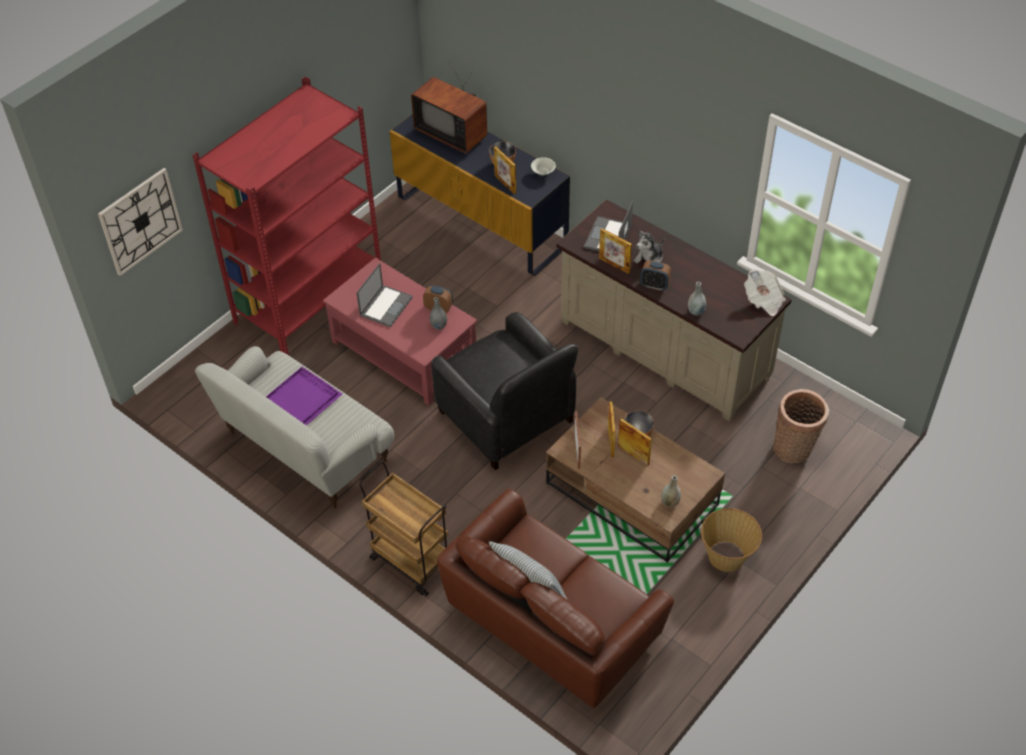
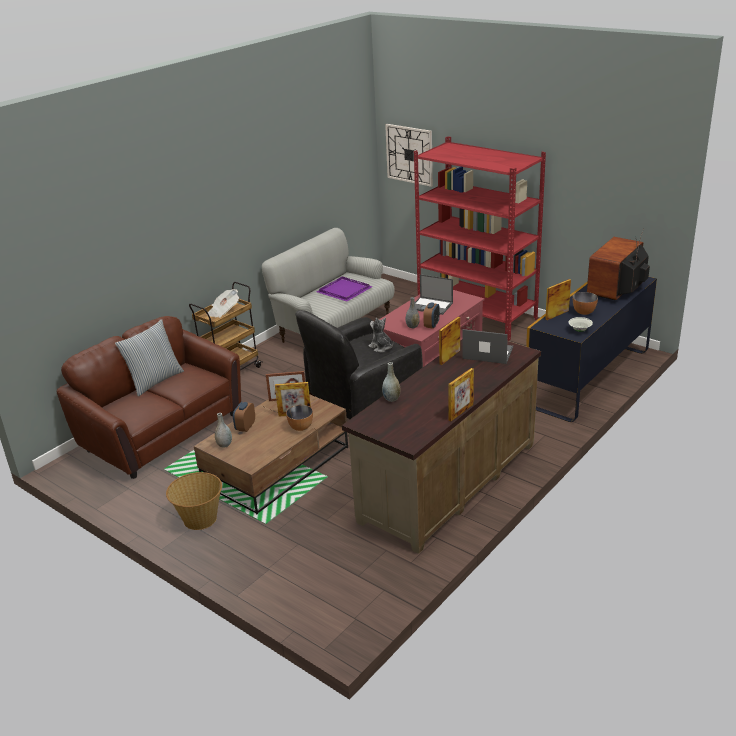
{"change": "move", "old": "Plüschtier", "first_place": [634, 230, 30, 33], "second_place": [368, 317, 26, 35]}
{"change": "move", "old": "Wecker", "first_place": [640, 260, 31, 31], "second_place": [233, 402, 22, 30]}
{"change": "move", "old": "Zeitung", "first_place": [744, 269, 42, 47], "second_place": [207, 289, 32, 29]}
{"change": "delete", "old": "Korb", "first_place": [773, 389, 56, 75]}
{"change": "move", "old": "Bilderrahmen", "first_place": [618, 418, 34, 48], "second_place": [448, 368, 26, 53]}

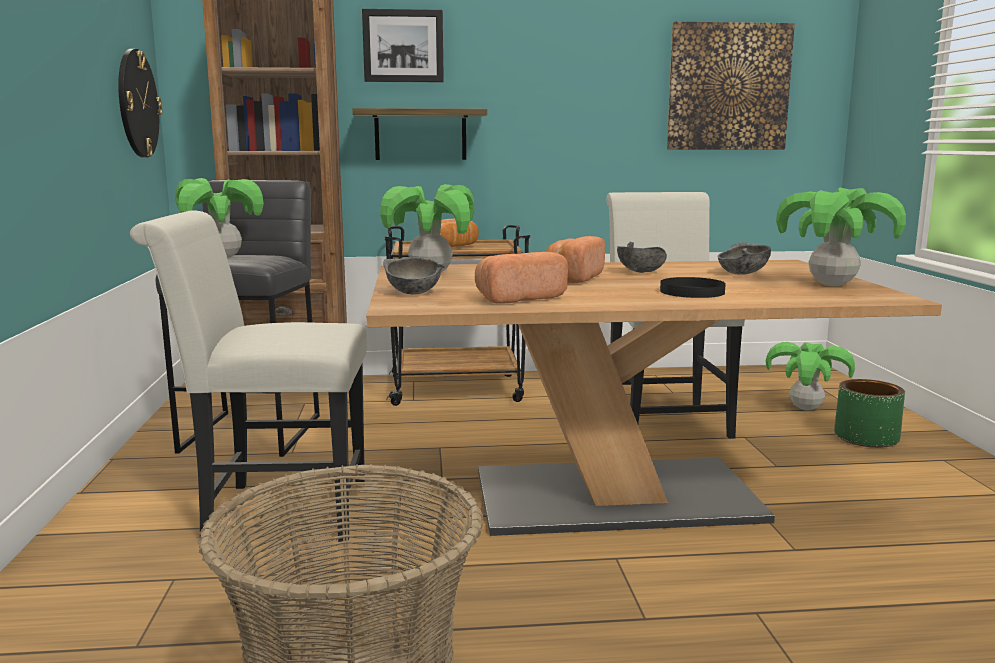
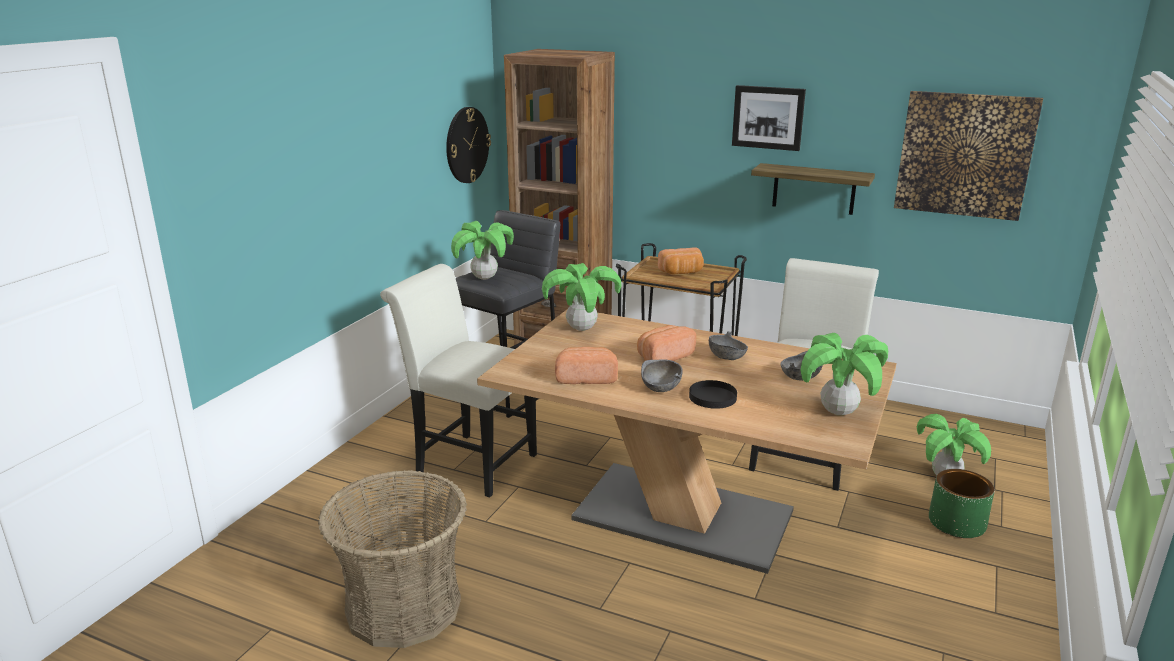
{"change": "move", "old": "Bild", "first_place": [362, 9, 82, 73], "second_place": [732, 85, 74, 66]}
{"change": "move", "old": "Wandregal", "first_place": [352, 108, 135, 52], "second_place": [751, 163, 124, 52]}
{"change": "move", "old": "Schüssel [grau]", "first_place": [383, 258, 62, 36], "second_place": [641, 359, 41, 33]}

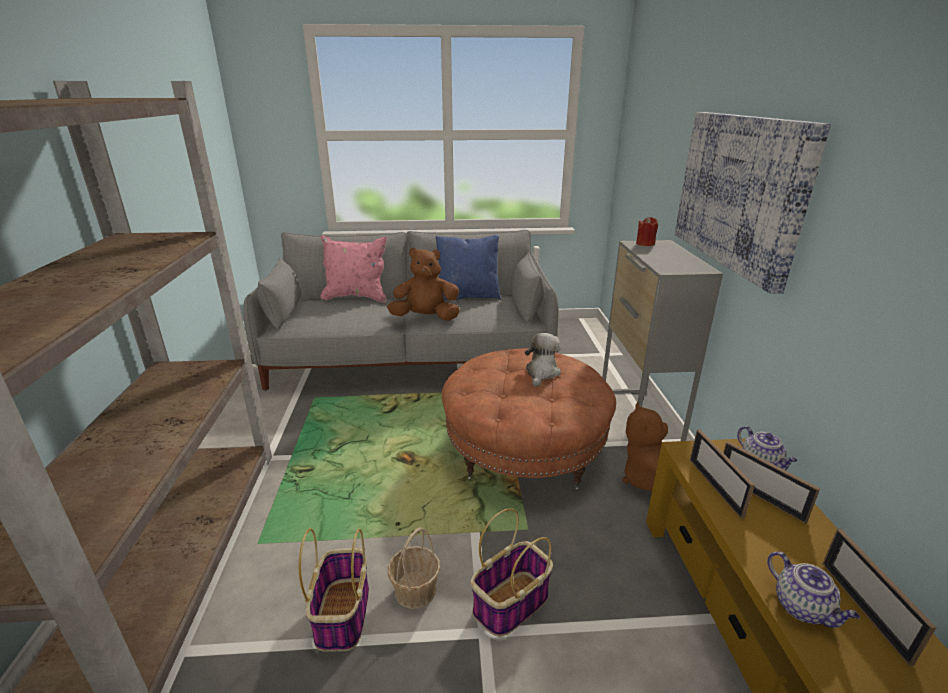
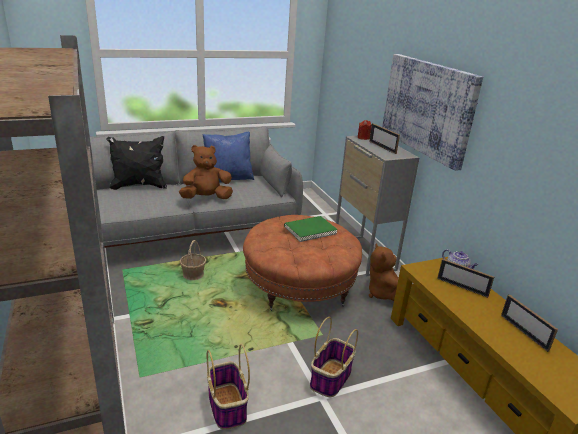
{"change": "recolor", "old": "Kissen [rosa]", "new": "Kissen [schwarz]", "first_place": [320, 235, 67, 68], "second_place": [107, 136, 60, 54]}
{"change": "replace", "old": "Plüschtier", "new": "Buch [grün]", "first_place": [525, 333, 36, 54], "second_place": [284, 216, 54, 26]}
{"change": "move", "old": "Bilderrahmen", "first_place": [690, 429, 65, 90], "second_place": [369, 123, 31, 31]}
{"change": "move", "old": "Korb", "first_place": [388, 527, 52, 82], "second_place": [180, 240, 26, 40]}
{"change": "delete", "old": "Teekanne", "first_place": [767, 551, 93, 77]}

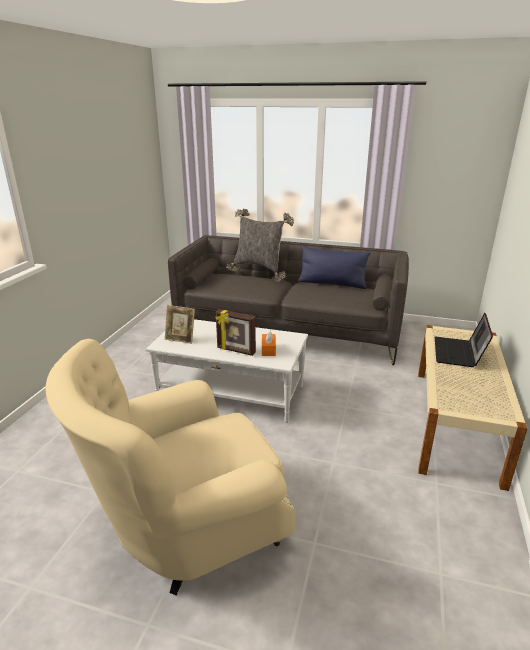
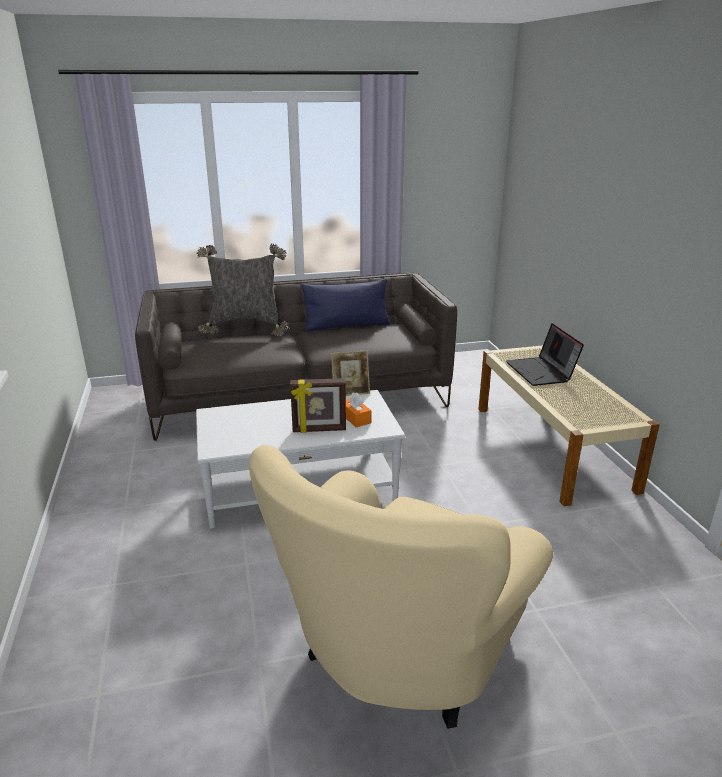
{"change": "move", "old": "Bilderrahmen", "first_place": [165, 305, 30, 39], "second_place": [331, 350, 39, 46]}

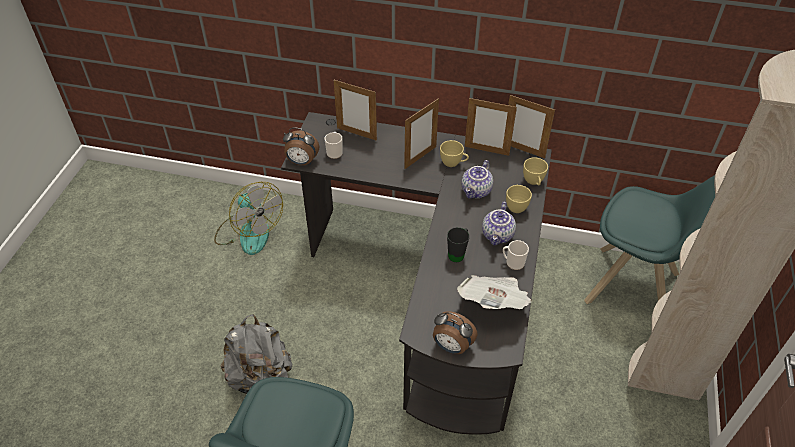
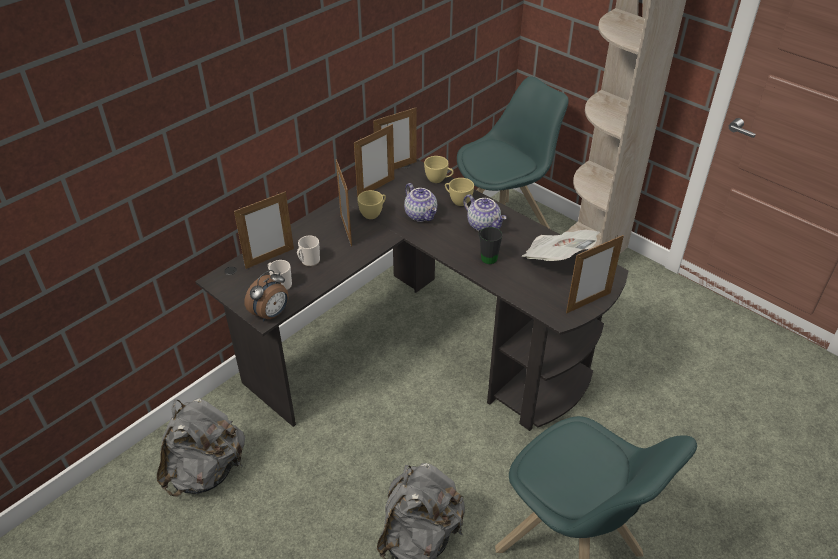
{"change": "replace", "old": "Ventilator", "new": "Rucksack [grau]", "first_place": [214, 182, 69, 73], "second_place": [157, 399, 88, 98]}
{"change": "move", "old": "Henkelbecher", "first_place": [503, 240, 26, 30], "second_place": [297, 235, 23, 31]}
{"change": "replace", "old": "Wecker", "new": "Bilderrahmen", "first_place": [433, 311, 45, 43], "second_place": [566, 235, 58, 79]}

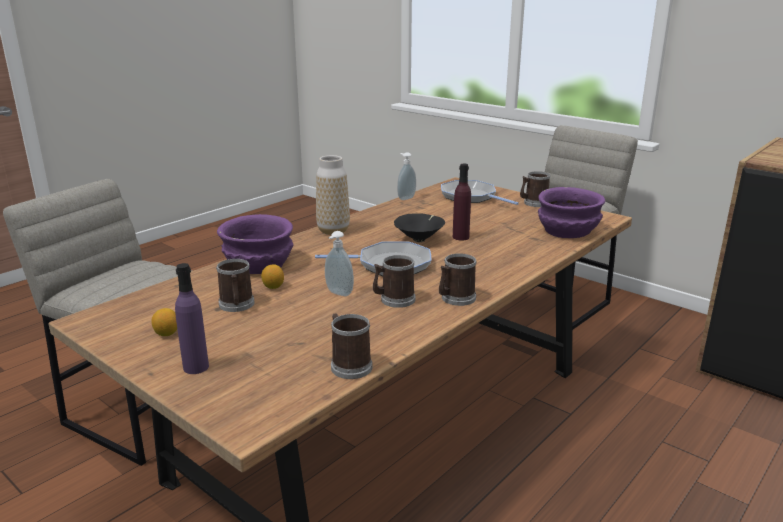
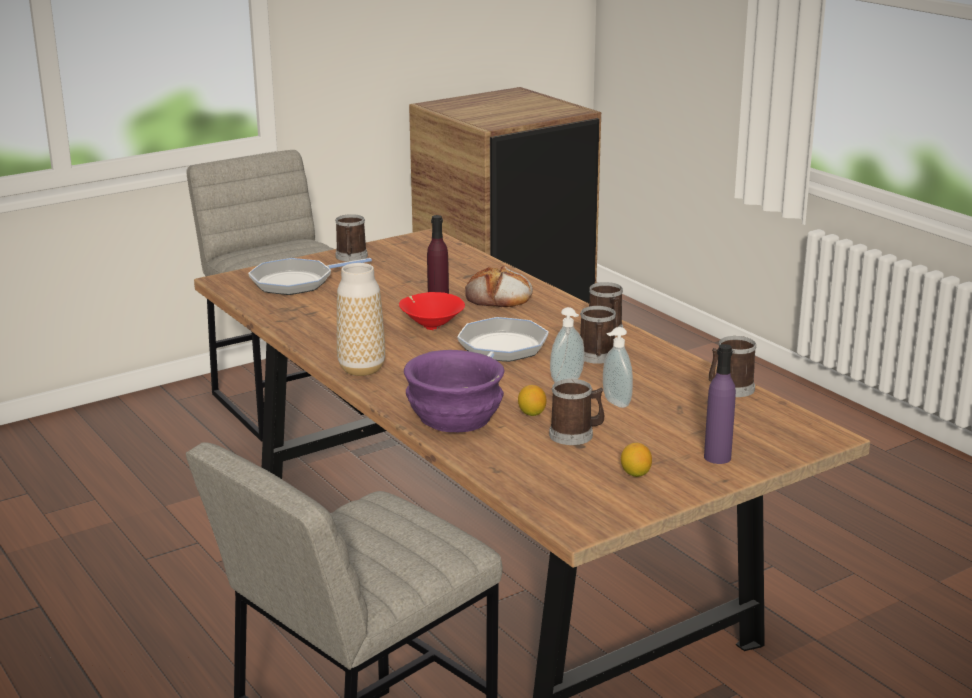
{"change": "move", "old": "Seifenspender", "first_place": [397, 152, 19, 48], "second_place": [603, 327, 30, 81]}
{"change": "delete", "old": "Schüssel [lila]", "first_place": [538, 187, 67, 51]}
{"change": "recolor", "old": "Schüssel [schwarz]", "new": "Schüssel [rot]", "first_place": [394, 213, 51, 29], "second_place": [399, 292, 66, 38]}
{"change": "insert", "new": "Brot", "second_place": [465, 266, 68, 41]}

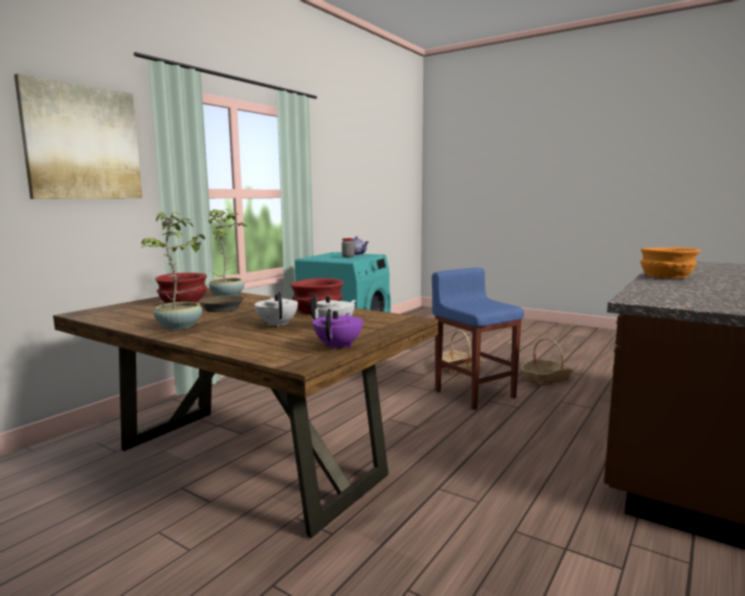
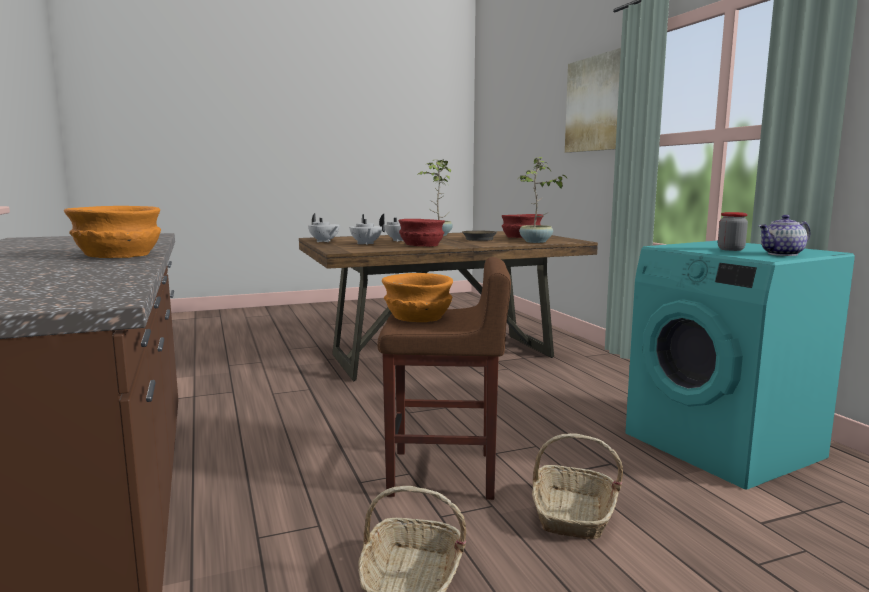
{"change": "recolor", "old": "Hocker [blau]", "new": "Hocker [braun]", "first_place": [432, 268, 92, 142], "second_place": [377, 257, 134, 243]}
{"change": "recolor", "old": "Teekanne [lila]", "new": "Teekanne [weiß]", "first_place": [313, 309, 50, 41], "second_place": [308, 213, 32, 29]}
{"change": "insert", "new": "Schüssel [orange]", "second_place": [382, 273, 71, 49]}

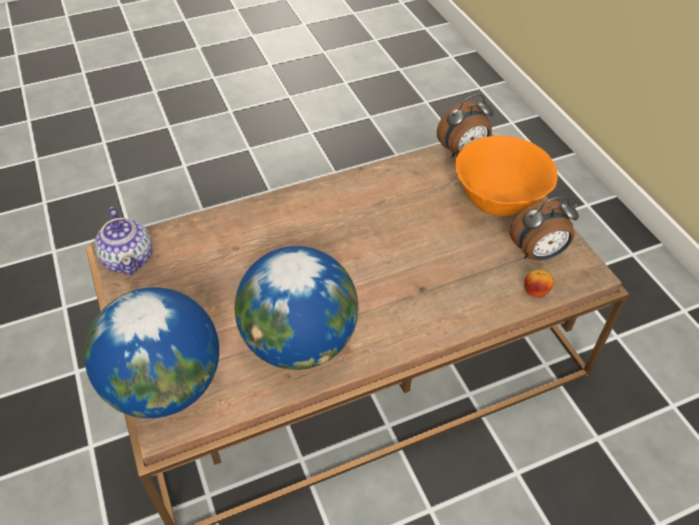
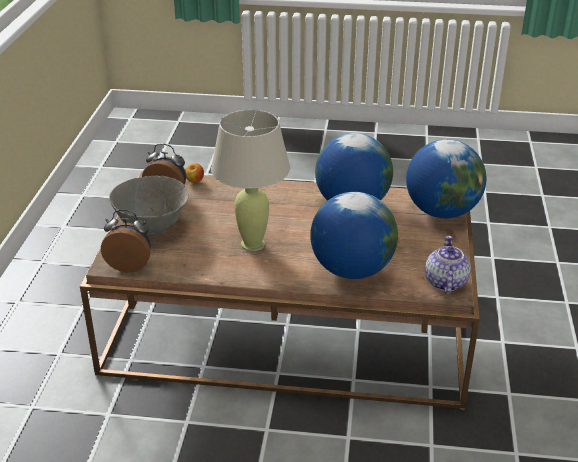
{"change": "recolor", "old": "Schüssel [orange]", "new": "Schüssel [grau]", "first_place": [455, 135, 103, 81], "second_place": [109, 175, 80, 60]}
{"change": "insert", "new": "Tischlampe [beige]", "second_place": [211, 109, 79, 142]}
{"change": "insert", "new": "Globus", "second_place": [310, 192, 88, 87]}

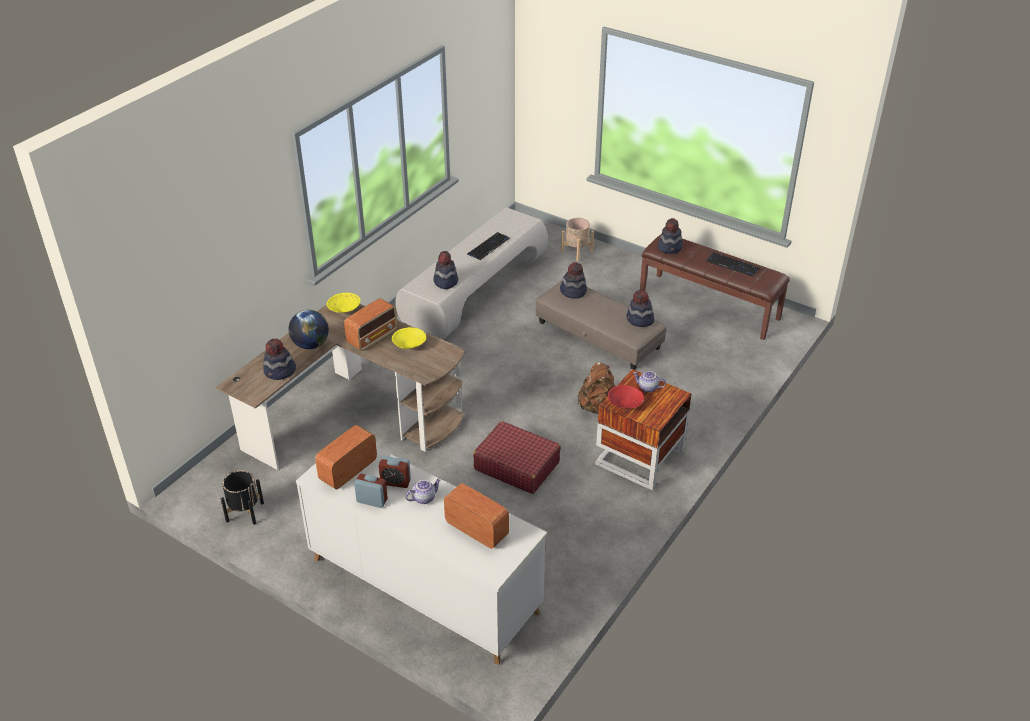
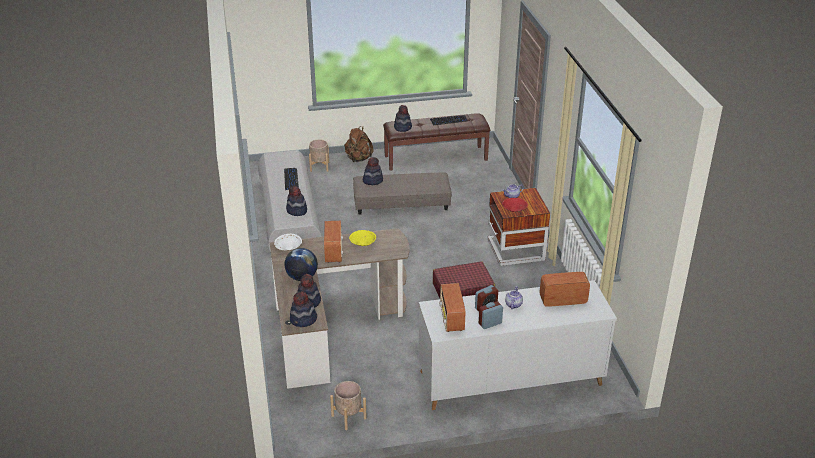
{"change": "move", "old": "Hut", "first_place": [627, 290, 27, 37], "second_place": [290, 291, 27, 36]}
{"change": "recolor", "old": "Schüssel [gelb]", "new": "Schüssel [weiß]", "first_place": [326, 293, 35, 20], "second_place": [274, 234, 28, 17]}
{"change": "move", "old": "Rucksack [braun]", "first_place": [578, 362, 38, 52], "second_place": [344, 126, 29, 37]}
{"change": "recolor", "old": "Pflanzkübel [schwarz]", "new": "Pflanzkübel [beige]", "first_place": [221, 470, 43, 55], "second_place": [330, 381, 37, 49]}

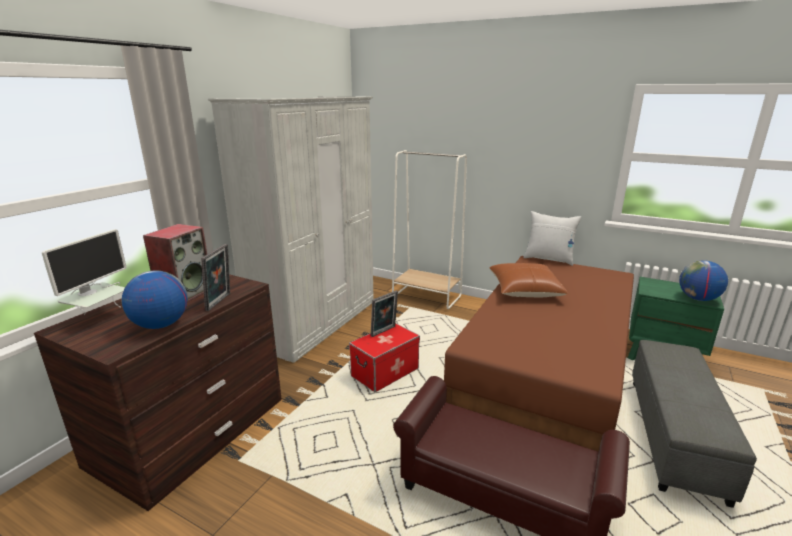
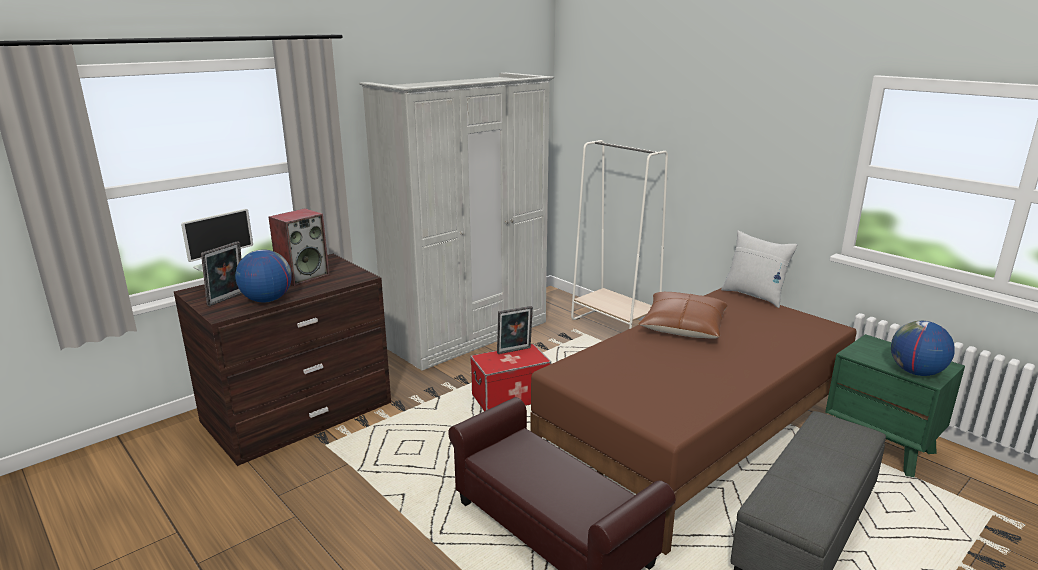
{"change": "move", "old": "Bilderrahmen", "first_place": [201, 244, 29, 67], "second_place": [201, 241, 41, 66]}

